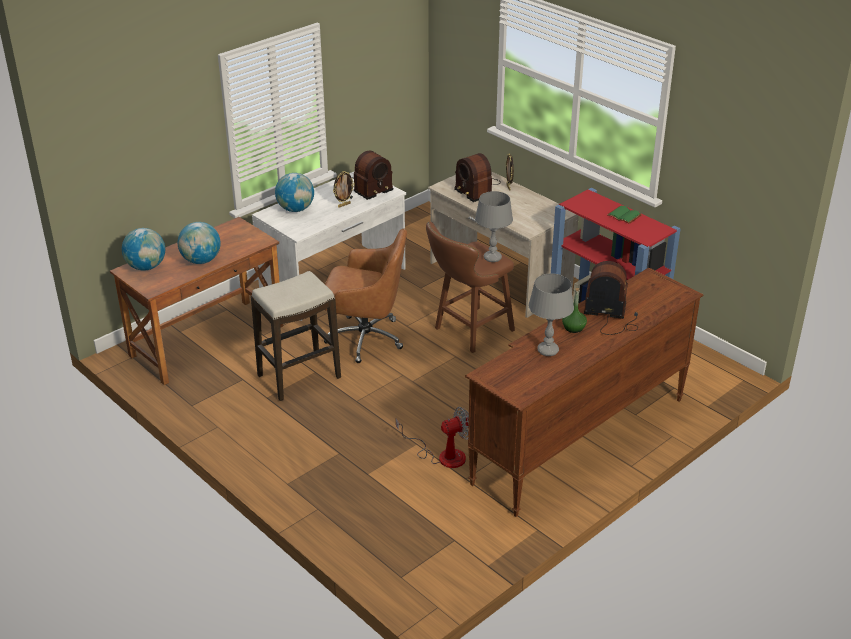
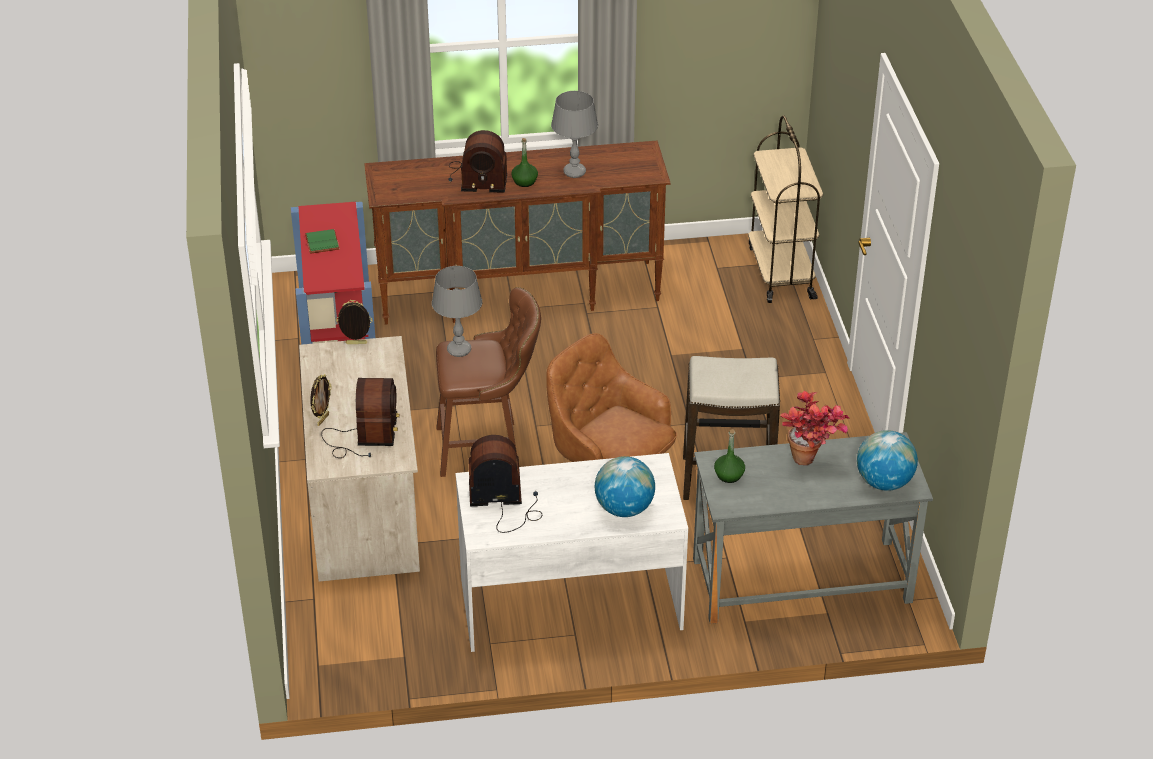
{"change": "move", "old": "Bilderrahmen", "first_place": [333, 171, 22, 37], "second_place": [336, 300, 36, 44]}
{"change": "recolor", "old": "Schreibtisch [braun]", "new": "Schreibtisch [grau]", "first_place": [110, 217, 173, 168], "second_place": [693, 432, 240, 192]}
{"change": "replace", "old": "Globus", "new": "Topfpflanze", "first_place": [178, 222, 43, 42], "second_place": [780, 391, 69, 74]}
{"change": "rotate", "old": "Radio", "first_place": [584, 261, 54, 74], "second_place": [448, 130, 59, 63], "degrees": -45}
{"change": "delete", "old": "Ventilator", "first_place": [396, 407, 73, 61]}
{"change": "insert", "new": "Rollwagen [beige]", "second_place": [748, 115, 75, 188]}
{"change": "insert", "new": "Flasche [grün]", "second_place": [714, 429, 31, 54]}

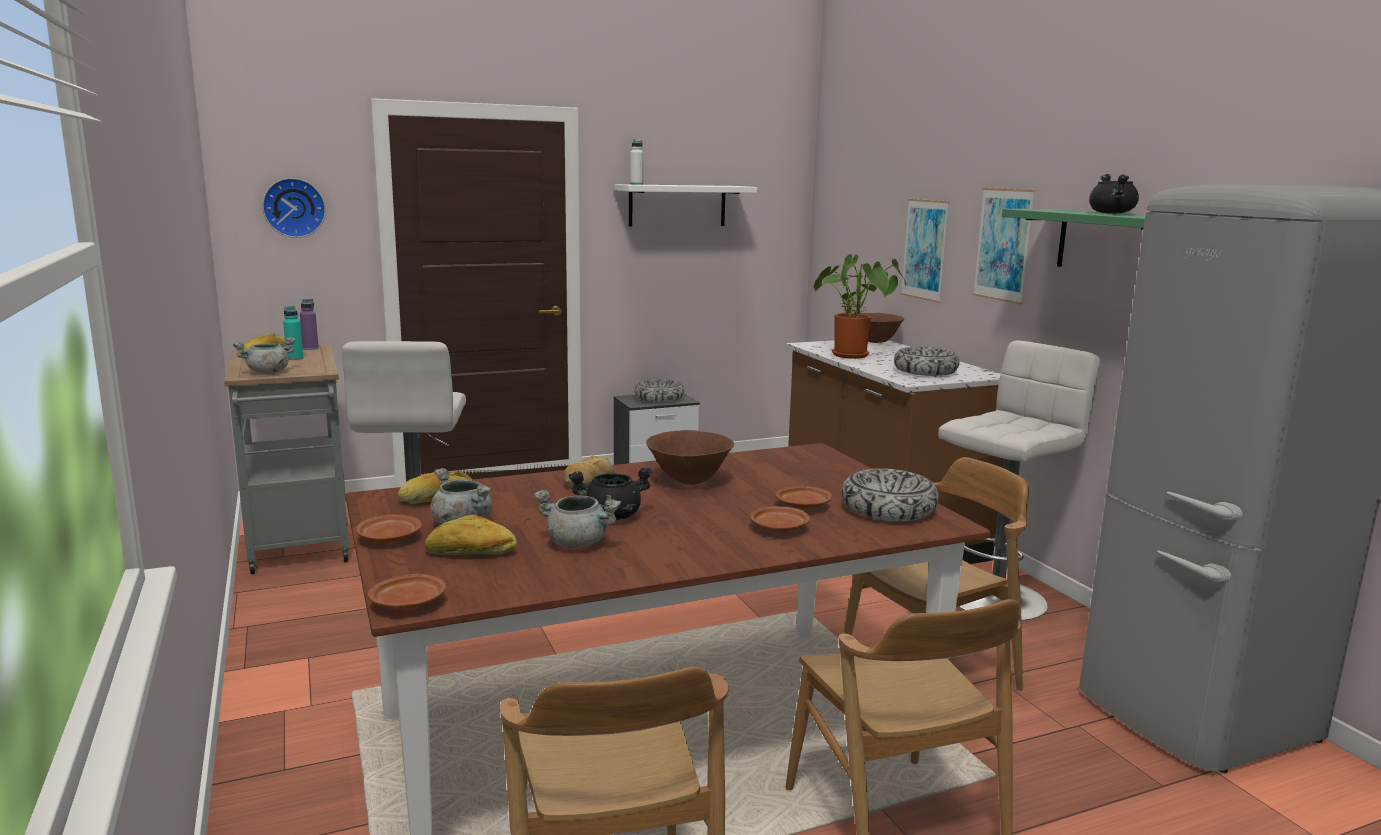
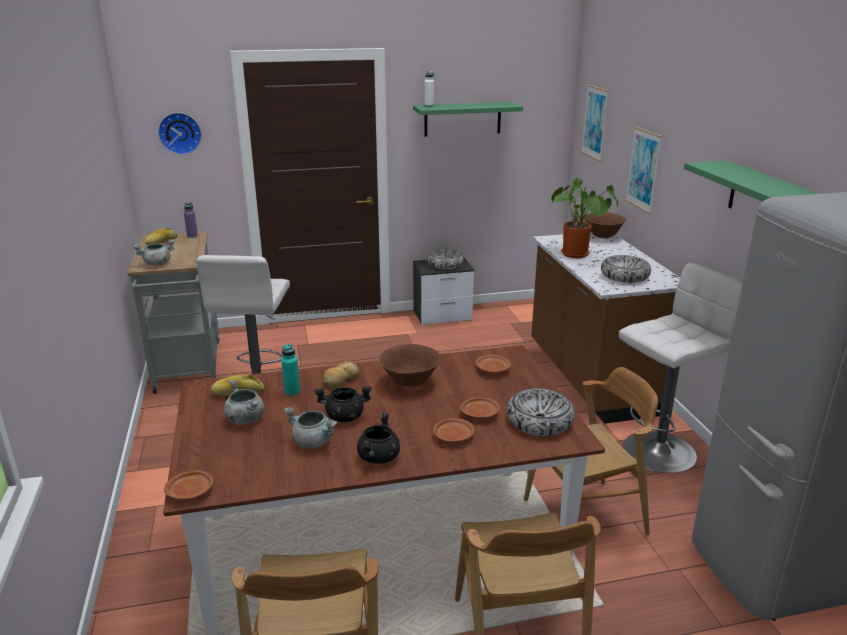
{"change": "move", "old": "Kochtopf [schwarz]", "first_place": [1089, 174, 50, 40], "second_place": [357, 412, 43, 52]}
{"change": "recolor", "old": "Wandregal [weiß]", "new": "Wandregal [grün]", "first_place": [614, 184, 143, 43], "second_place": [413, 102, 110, 35]}
{"change": "move", "old": "Bild", "first_place": [973, 188, 62, 117], "second_place": [581, 85, 28, 76]}
{"change": "move", "old": "Flasche [türkis]", "first_place": [283, 306, 20, 54], "second_place": [281, 344, 19, 52]}
{"change": "delete", "old": "Brot", "first_place": [425, 514, 92, 41]}
{"change": "move", "old": "Teller [braun]", "first_place": [356, 515, 66, 29], "second_place": [476, 355, 35, 19]}

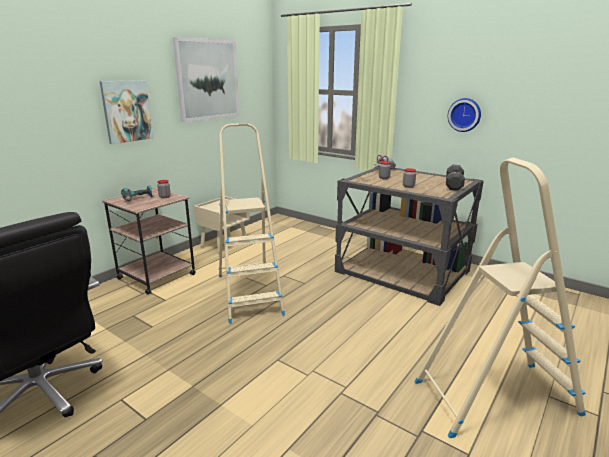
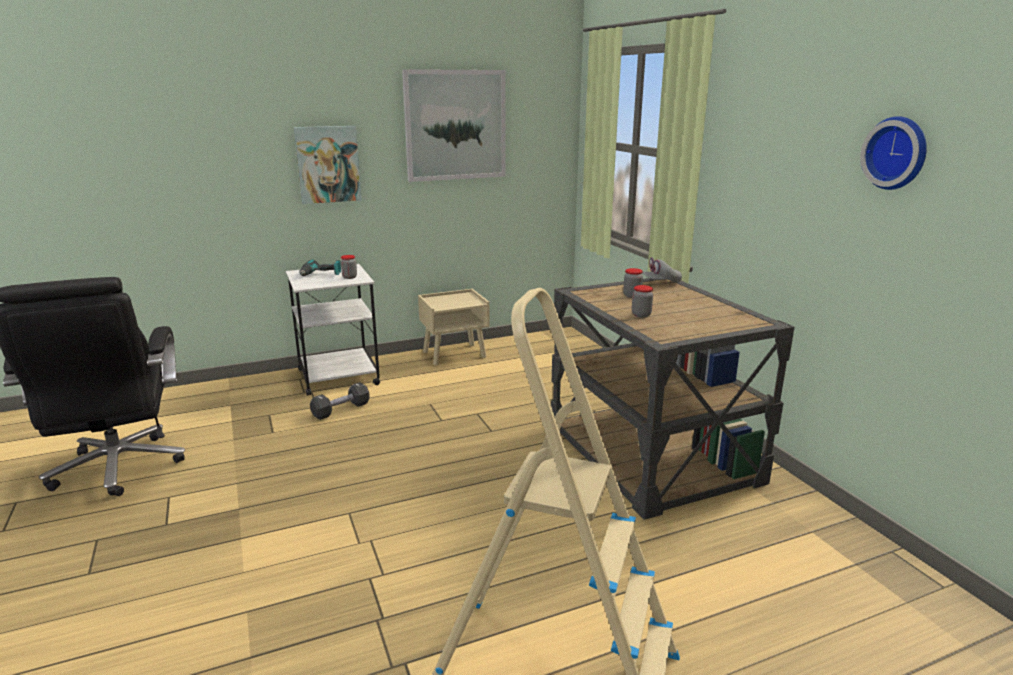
{"change": "move", "old": "Wanduhr", "first_place": [448, 98, 33, 34], "second_place": [860, 116, 67, 74]}
{"change": "delete", "old": "Trittleiter [beige]", "first_place": [219, 123, 66, 201]}
{"change": "move", "old": "Hantel [schwarz]", "first_place": [446, 165, 19, 26], "second_place": [310, 382, 60, 38]}
{"change": "recolor", "old": "Rollwagen [braun]", "new": "Rollwagen [weiß]", "first_place": [102, 188, 94, 107], "second_place": [286, 264, 95, 132]}

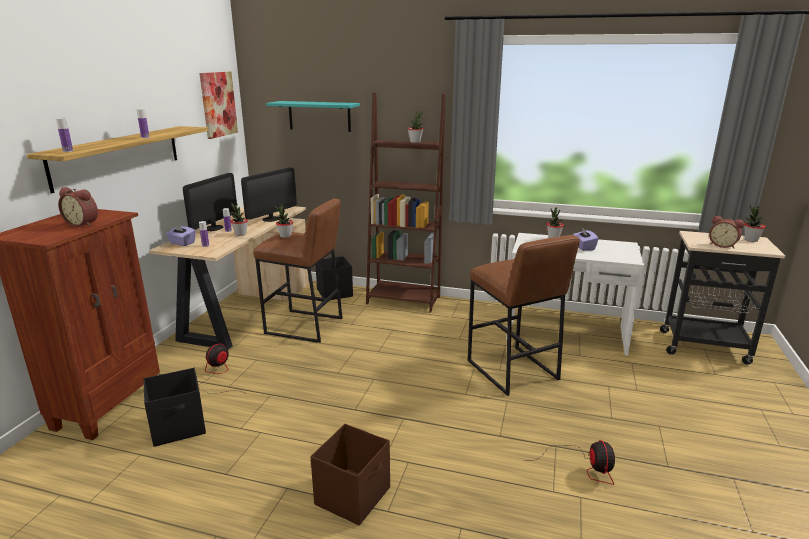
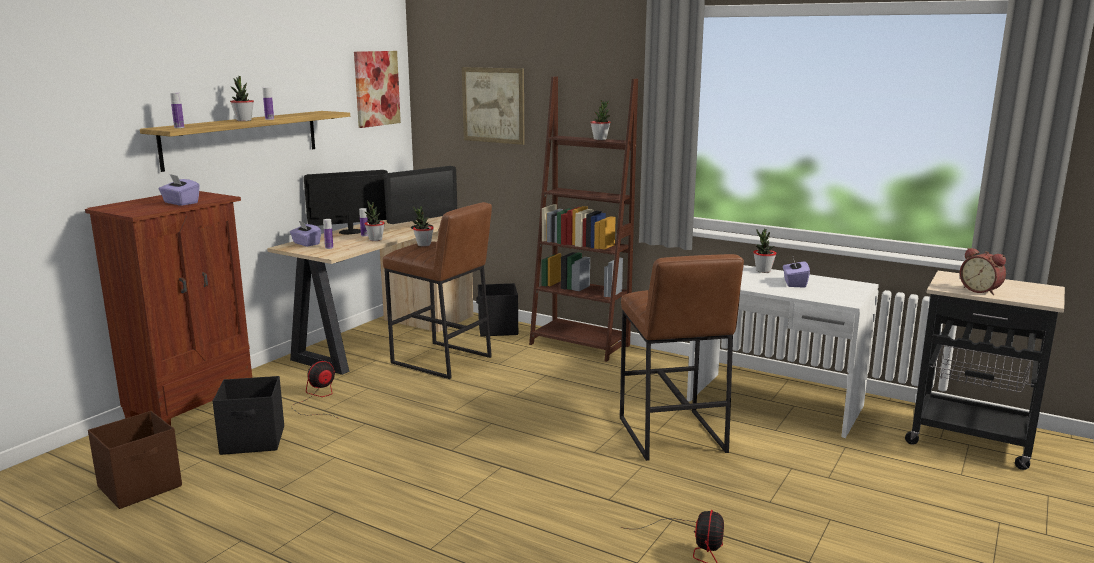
{"change": "replace", "old": "Wandregal [türkis]", "new": "Bild", "first_place": [266, 101, 94, 31], "second_place": [462, 67, 63, 78]}
{"change": "rotate", "old": "Monitor", "first_place": [183, 173, 54, 58], "second_place": [304, 170, 84, 65], "degrees": -150}
{"change": "replace", "old": "Wecker", "new": "Taschentuchbox [lila]", "first_place": [58, 187, 40, 40], "second_place": [159, 174, 41, 32]}
{"change": "move", "old": "Topfpflanze", "first_place": [744, 204, 21, 38], "second_place": [230, 76, 24, 45]}
{"change": "move", "old": "Aufbewahrungsbox [braun]", "first_place": [311, 424, 79, 102], "second_place": [88, 411, 94, 98]}

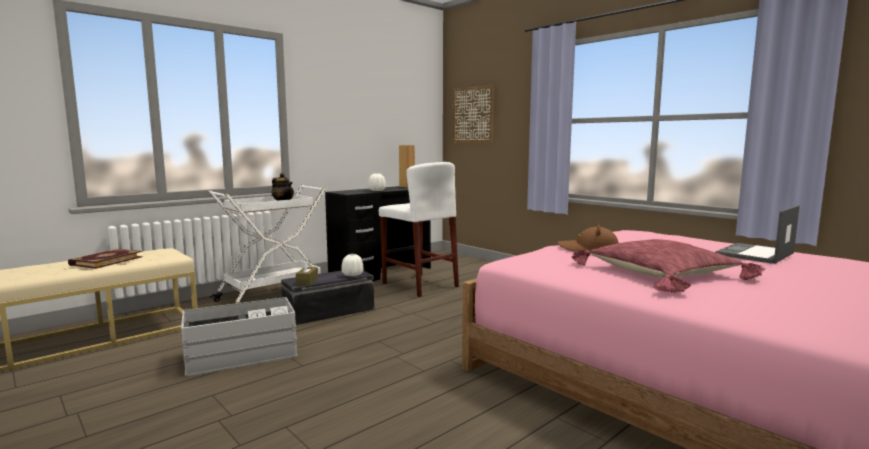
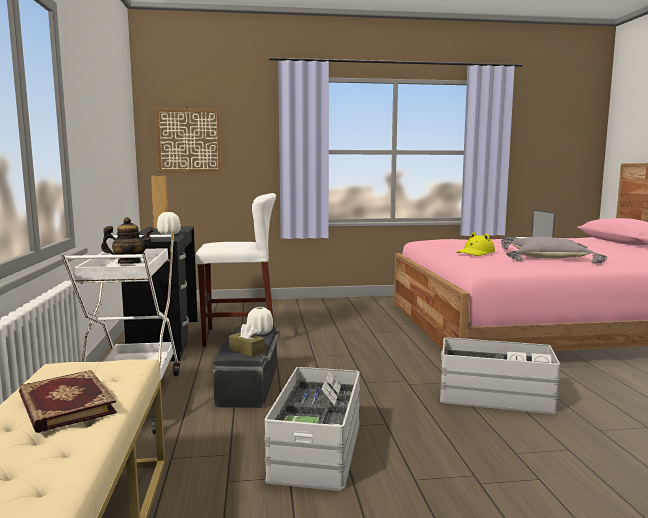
{"change": "recolor", "old": "Hut [braun]", "new": "Hut [gelb]", "first_place": [557, 222, 62, 30], "second_place": [457, 232, 38, 24]}
{"change": "recolor", "old": "Kissen [rot]", "new": "Kissen [grau]", "first_place": [571, 239, 194, 54], "second_place": [500, 237, 107, 26]}
{"change": "insert", "new": "Aufbewahrungsbox [grau]", "second_place": [440, 337, 120, 77]}

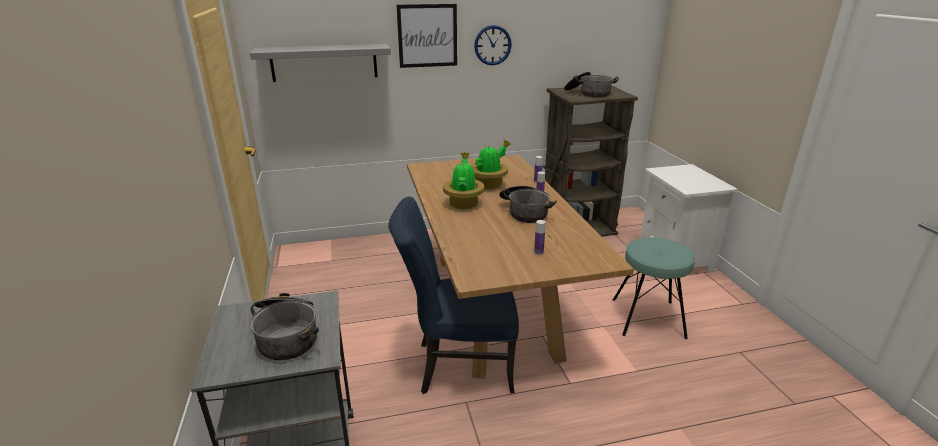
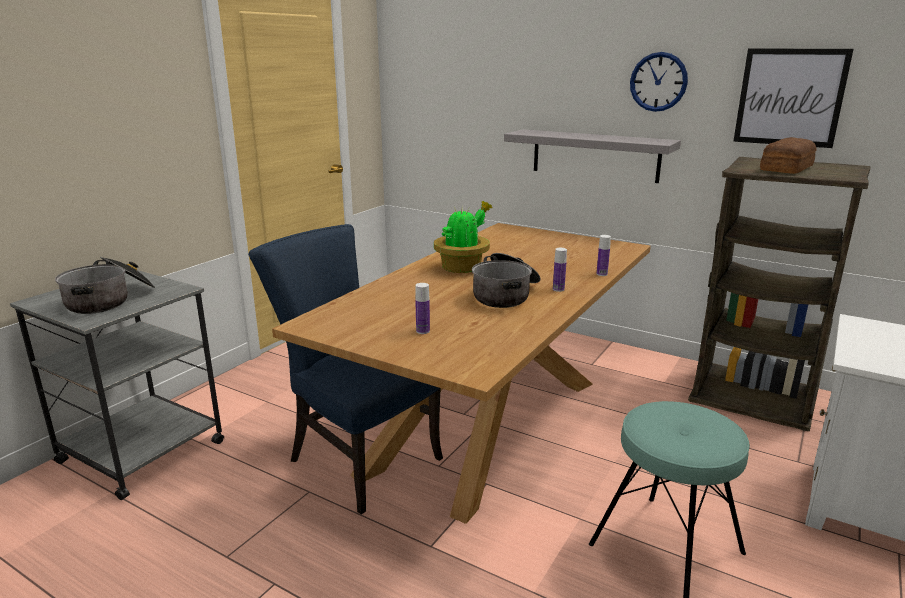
{"change": "move", "old": "Bild", "first_place": [396, 4, 61, 64], "second_place": [733, 49, 121, 99]}
{"change": "move", "old": "Wandregal [grau]", "first_place": [250, 44, 141, 38], "second_place": [504, 129, 177, 54]}
{"change": "replace", "old": "Kochtopf", "new": "Brot", "first_place": [564, 72, 55, 26], "second_place": [760, 137, 56, 37]}
{"change": "delete", "old": "Topfpflanze", "first_place": [471, 140, 40, 49]}

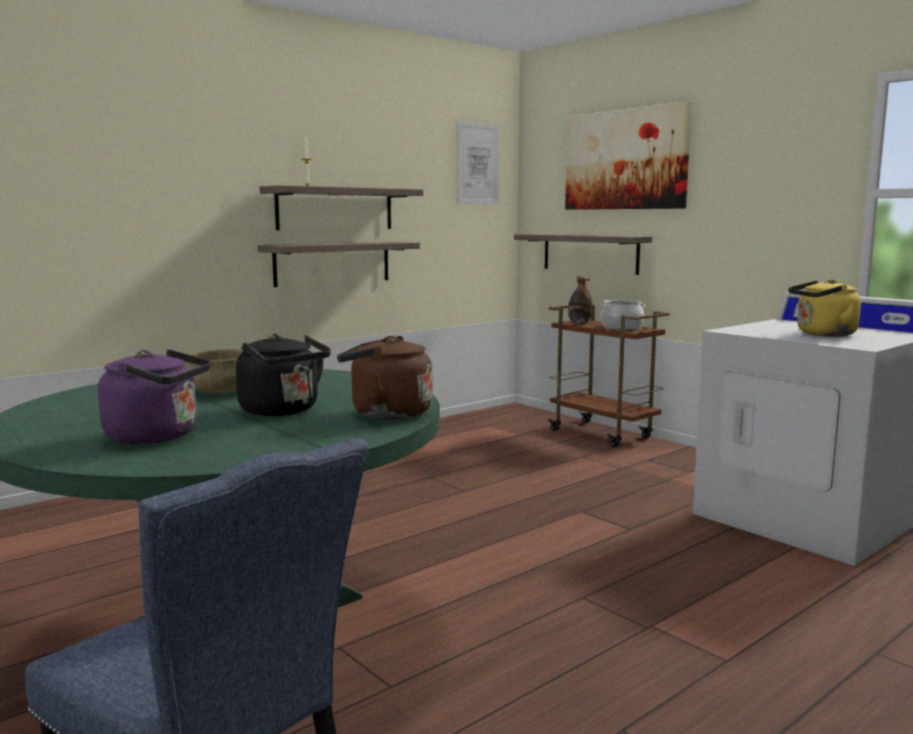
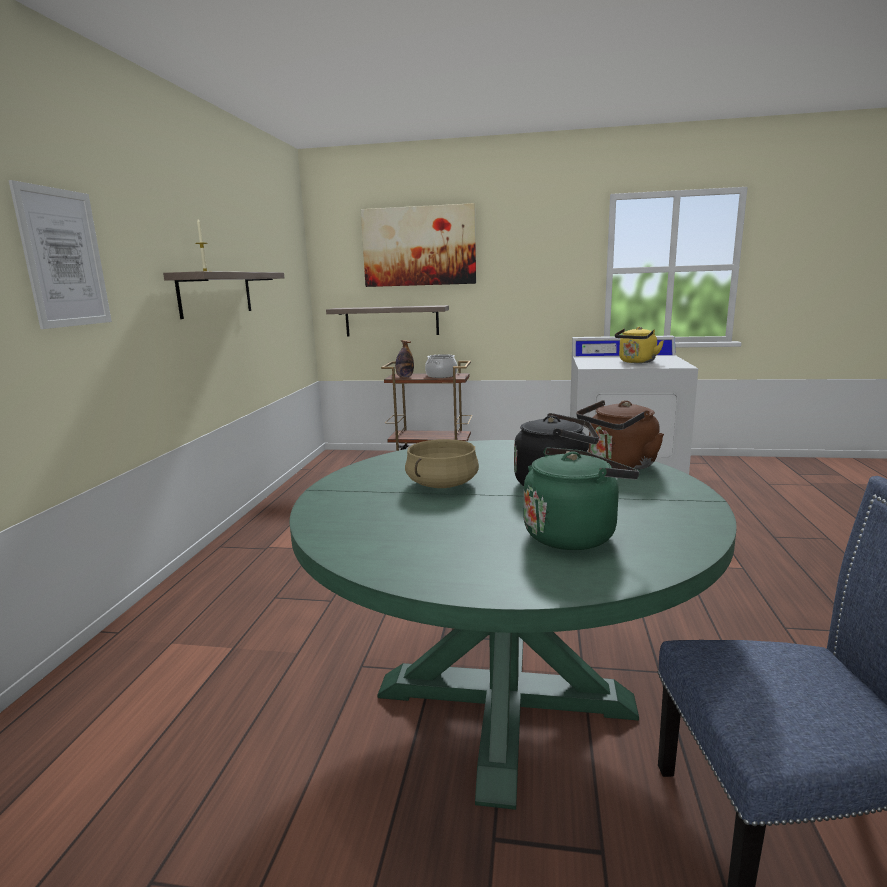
{"change": "move", "old": "Bild", "first_place": [457, 121, 43, 83], "second_place": [9, 180, 103, 149]}
{"change": "delete", "old": "Wandregal", "first_place": [258, 242, 162, 45]}
{"change": "recolor", "old": "Wasserkessel [lila]", "new": "Wasserkessel [grün]", "first_place": [98, 349, 113, 95], "second_place": [524, 447, 115, 103]}

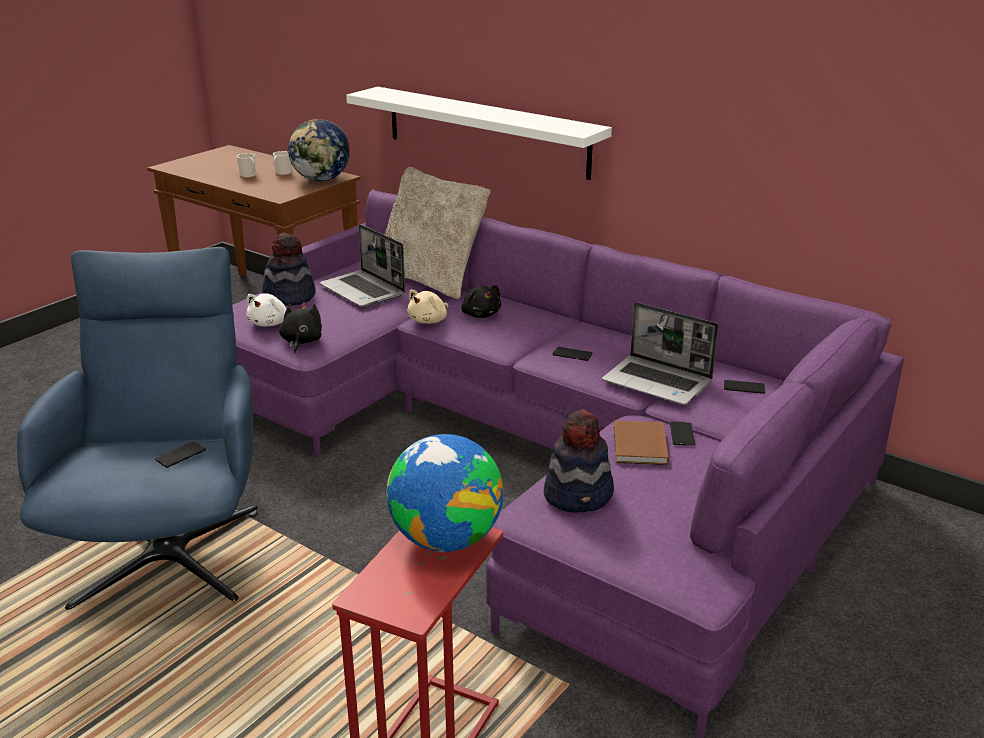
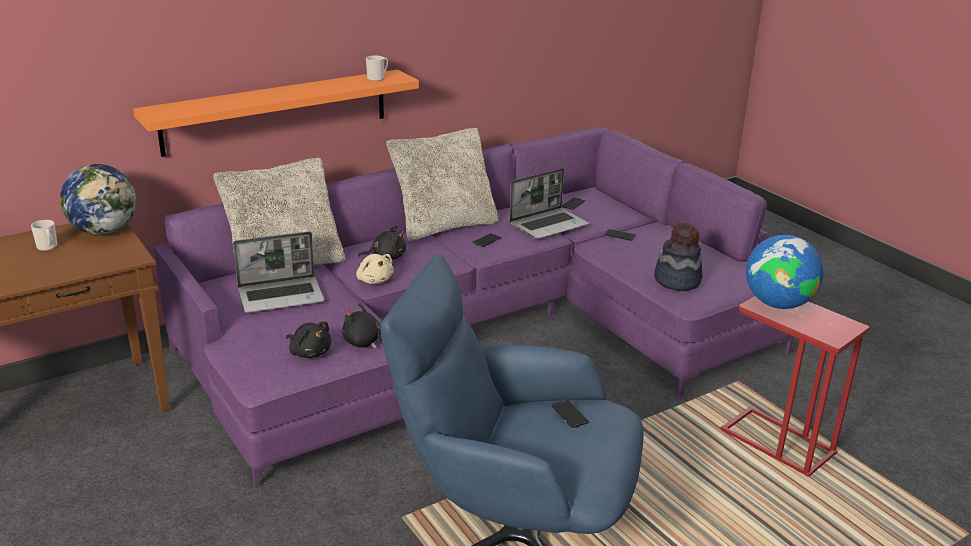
{"change": "recolor", "old": "Wandregal [weiß]", "new": "Wandregal [orange]", "first_place": [346, 87, 266, 93], "second_place": [133, 69, 286, 88]}
{"change": "move", "old": "Henkelbecher", "first_place": [237, 153, 19, 25], "second_place": [366, 56, 22, 25]}
{"change": "delete", "old": "Hut", "first_place": [262, 233, 53, 73]}
{"change": "recolor", "old": "Plüschtier [weiß]", "new": "Plüschtier [schwarz]", "first_place": [246, 294, 40, 33], "second_place": [286, 321, 45, 37]}
{"change": "delete", "old": "Buch [braun]", "first_place": [614, 420, 54, 45]}
{"change": "insert", "new": "Kissen [beige]", "second_place": [386, 128, 112, 113]}

